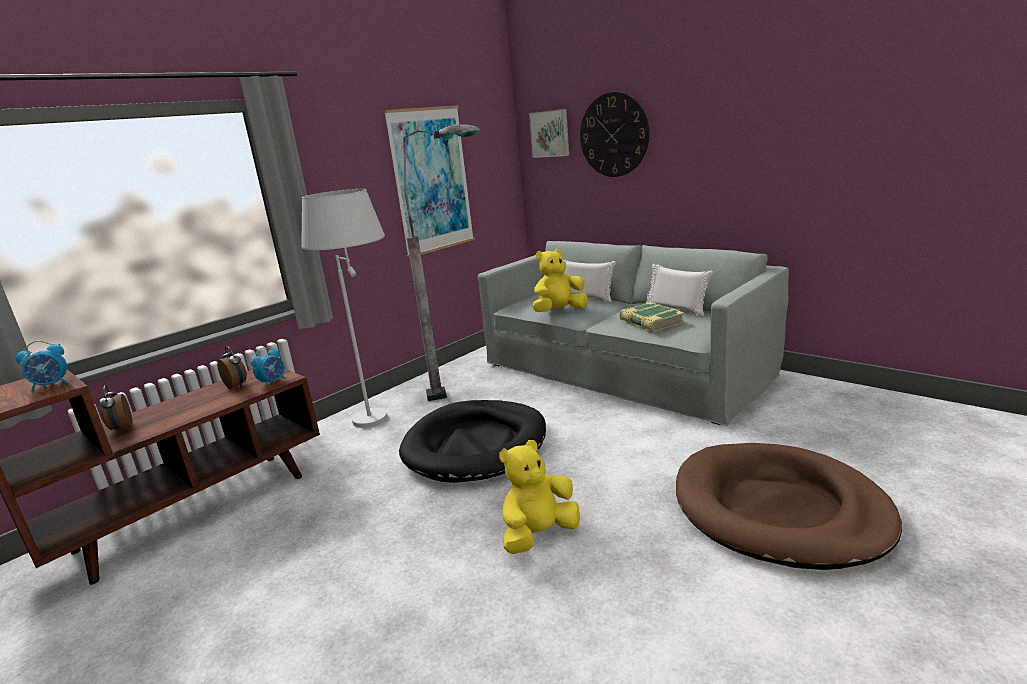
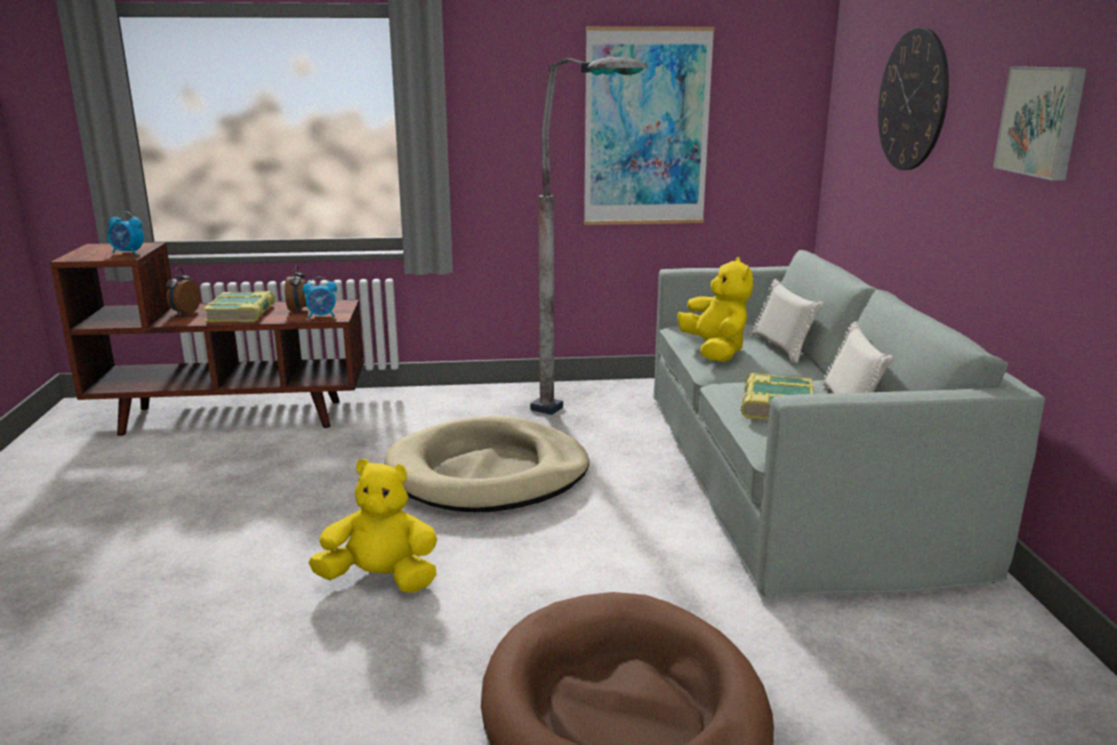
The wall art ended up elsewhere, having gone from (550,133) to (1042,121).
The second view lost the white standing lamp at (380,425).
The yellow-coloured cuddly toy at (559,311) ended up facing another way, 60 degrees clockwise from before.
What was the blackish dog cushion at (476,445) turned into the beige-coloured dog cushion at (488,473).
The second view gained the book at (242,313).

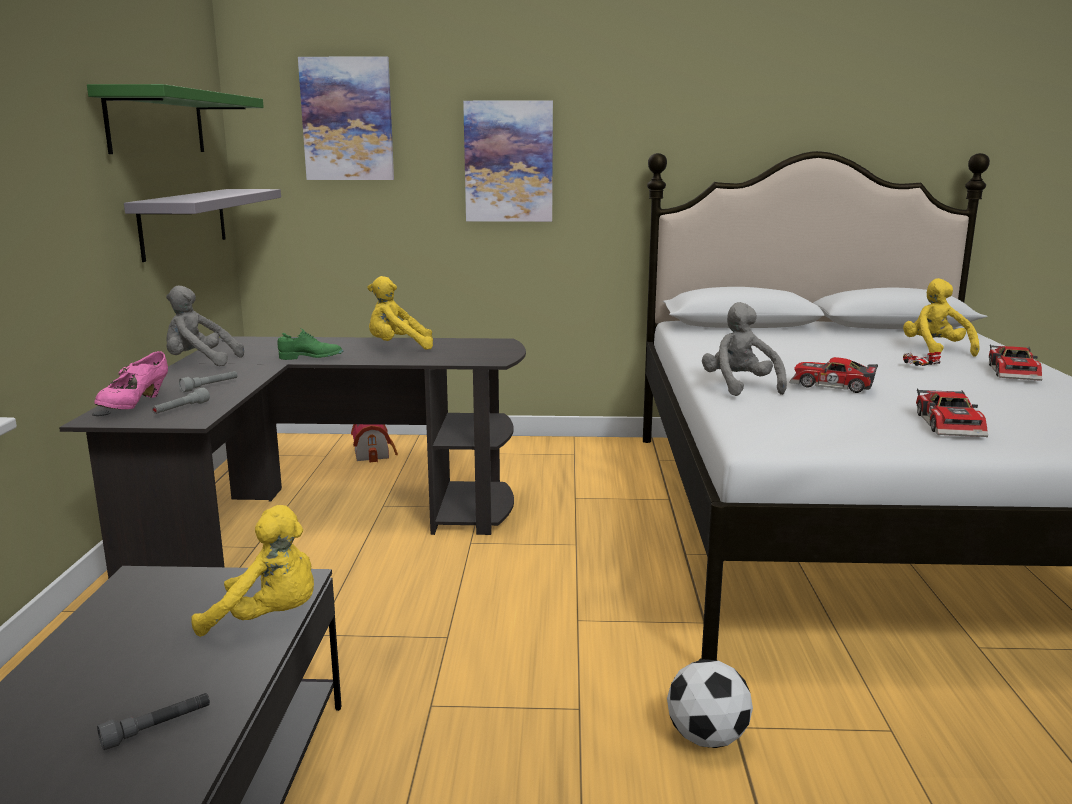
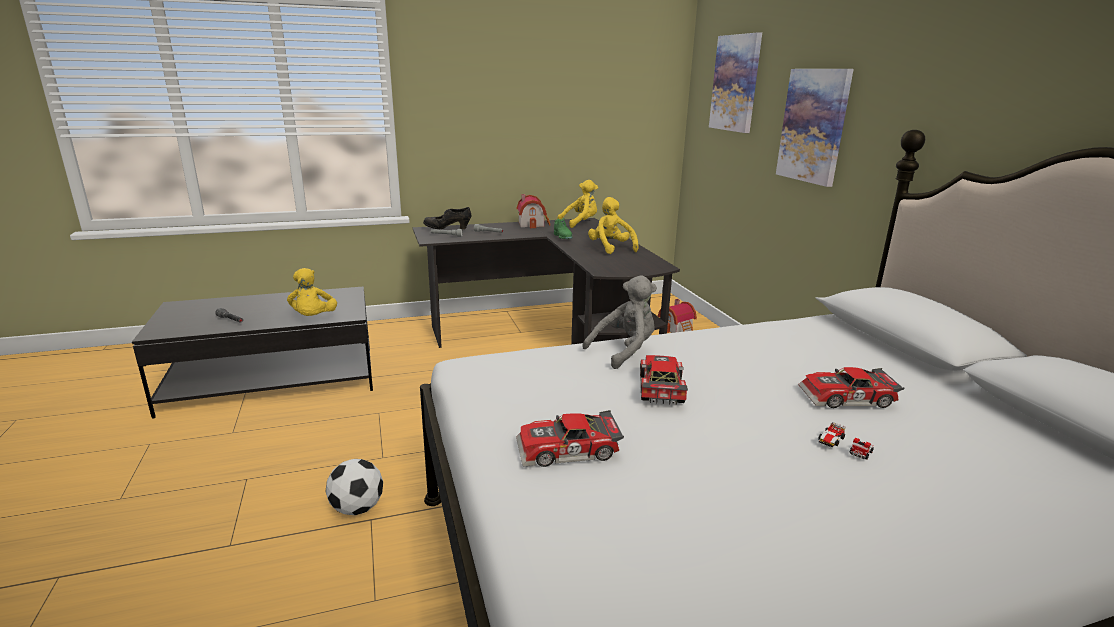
The second view lost the green-coloured wall shelf at (157,123).
The second view lost the grey wall shelf at (184,222).
The yellow-coloured cuddly toy ended up elsewhere, having gone from (935,350) to (580,223).
Where the grey cuddly toy stood at (199,362), the model house came to stand at (533,224).
The toy car ended up elsewhere, having gone from (1015,372) to (848,399).
What was the pink low shoe at (135,405) turned into the blackish low shoe at (447,229).

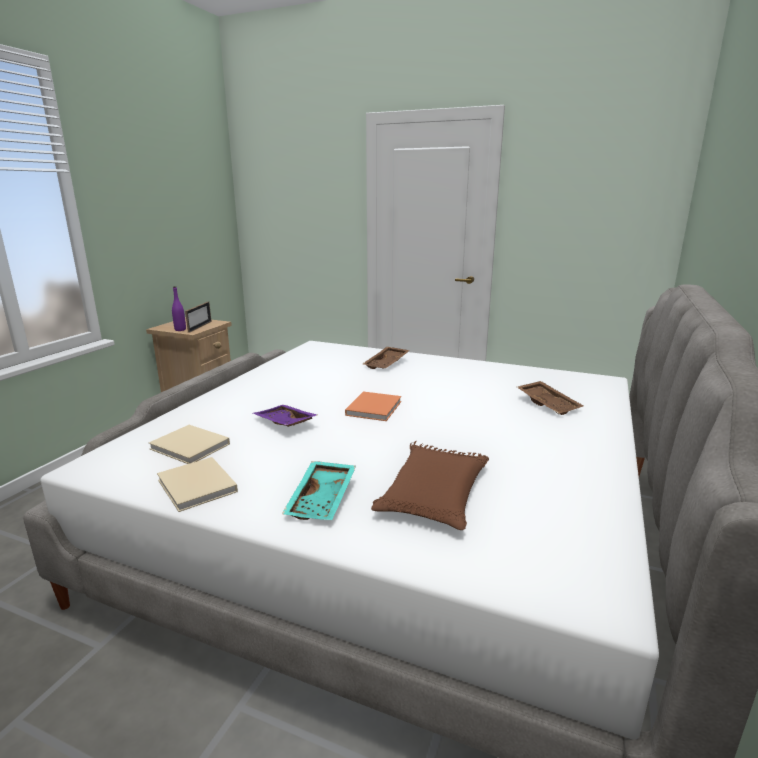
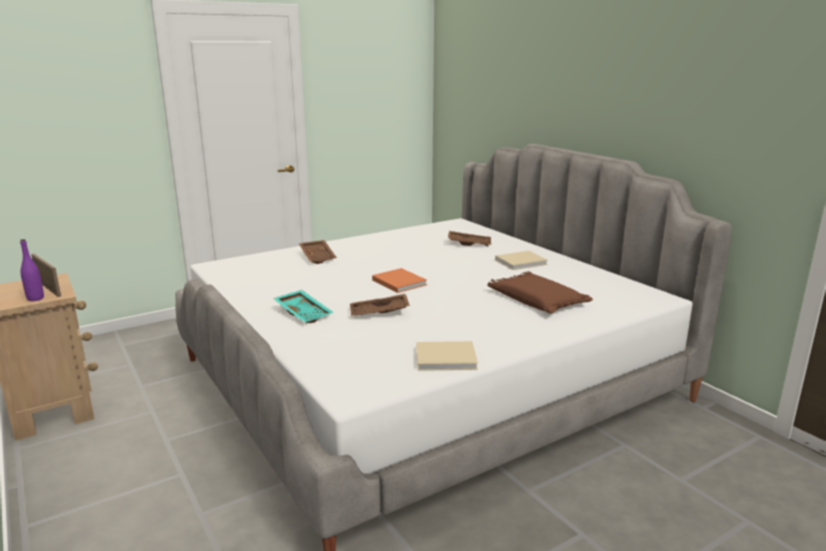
What was the purple-coloured serving tray at (284,423) turned into the brown-coloured serving tray at (379,313).
The beige-coloured book ended up elsewhere, having gone from (191,447) to (522,262).
The turquoise-coloured serving tray ended up elsewhere, having gone from (323,499) to (304,313).

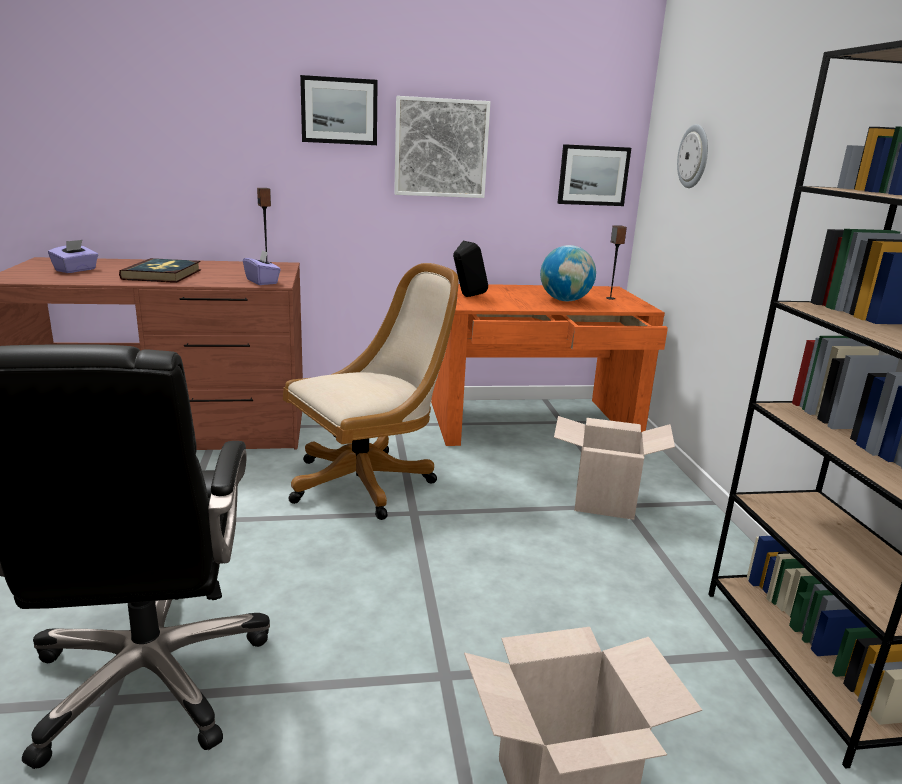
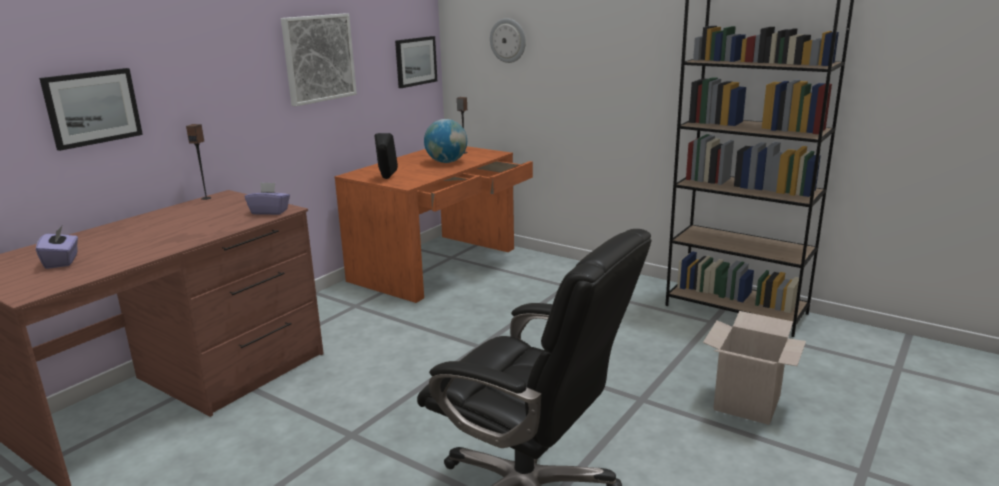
The wall art ended up elsewhere, having gone from (339,111) to (92,107).
The second view lost the book at (163,274).
The second view lost the office chair at (370,480).
The second view lost the packing box at (604,501).

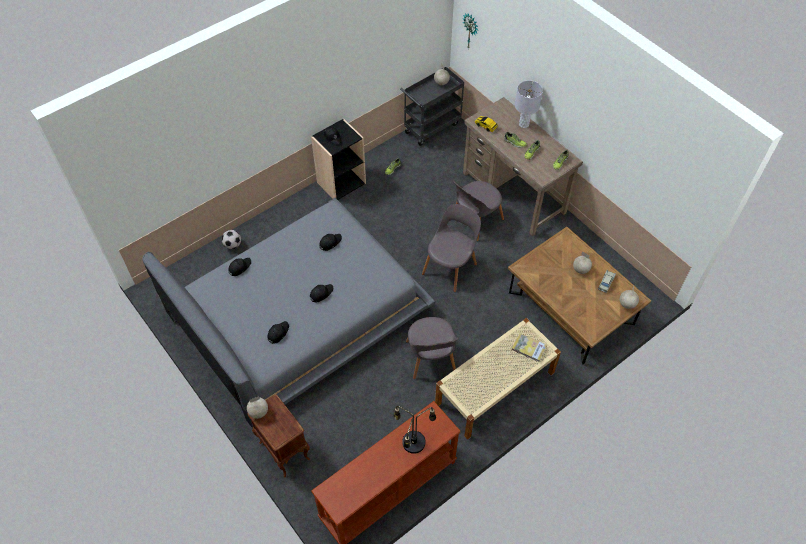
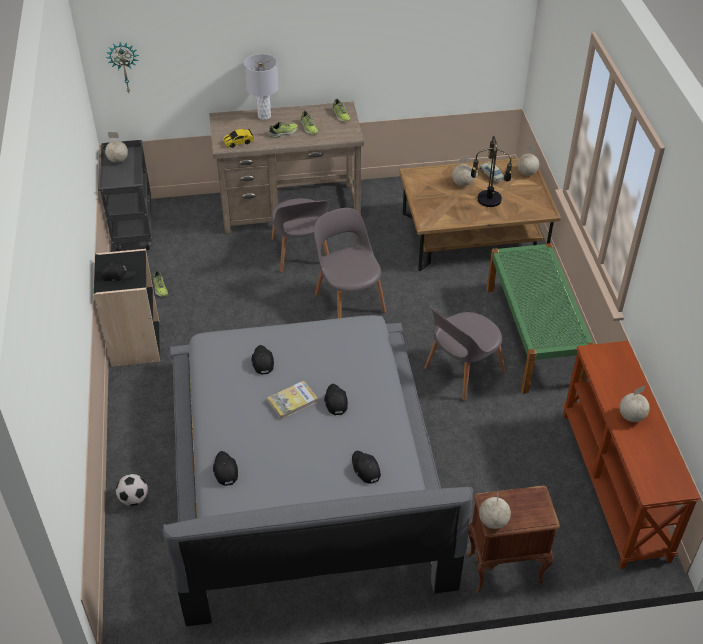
The grey plain chair at (430,359) ended up facing another way, 120 degrees clockwise from before.
What was the beige-coloured bench at (495,388) turned into the green-coloured bench at (534,335).
The book ended up elsewhere, having gone from (529,348) to (292,401).
The table lamp ended up elsewhere, having gone from (413,442) to (488,199).
The second view gained the globe at (631,416).

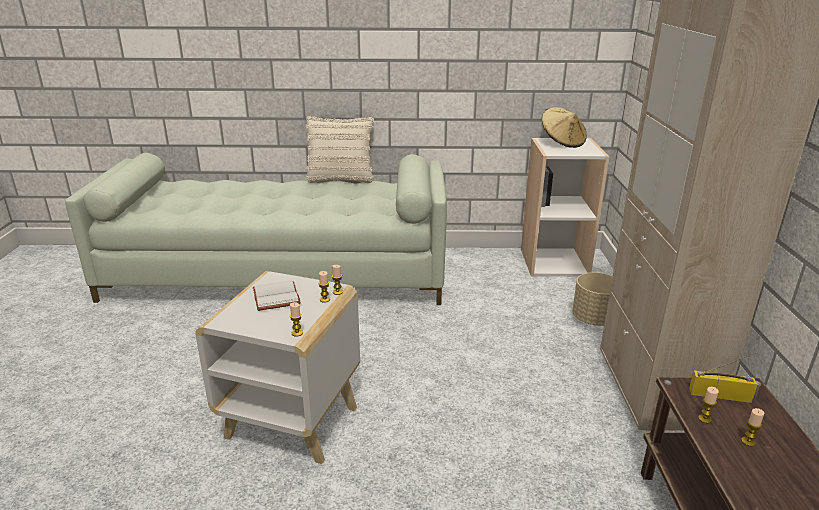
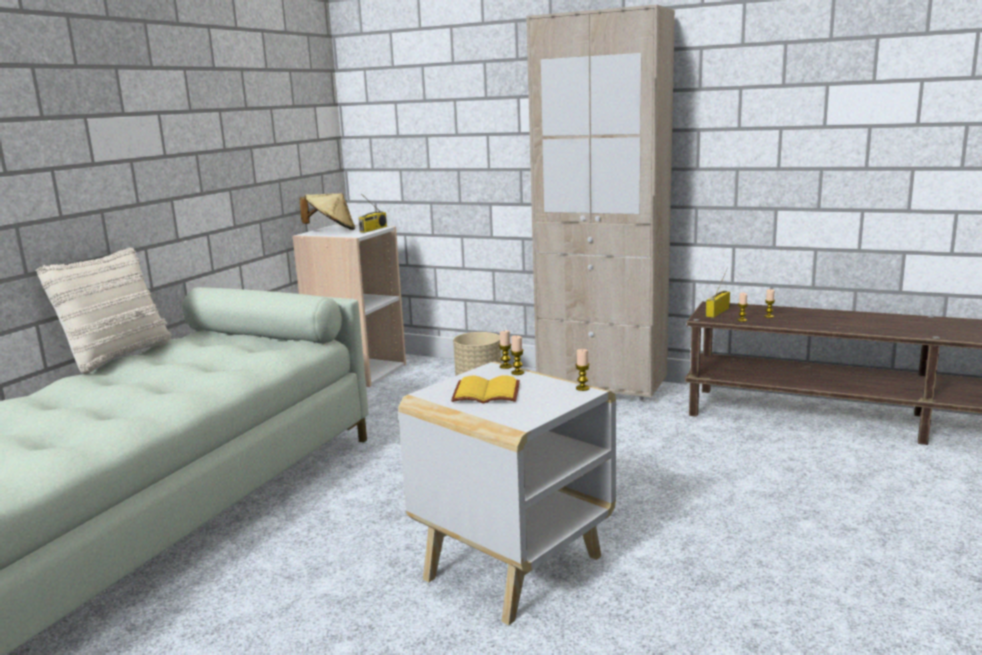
What was the white book at (278,297) turned into the yellow-coloured book at (487,392).
The second view gained the radio set at (373,229).

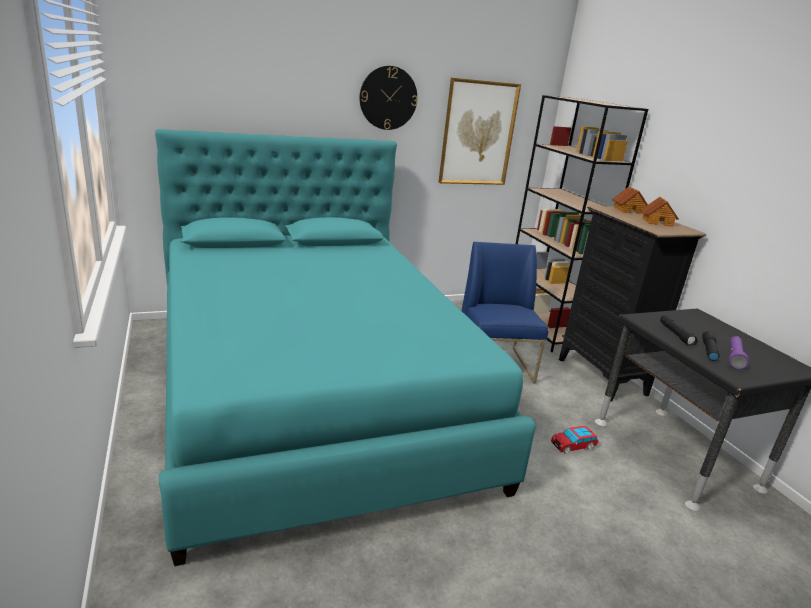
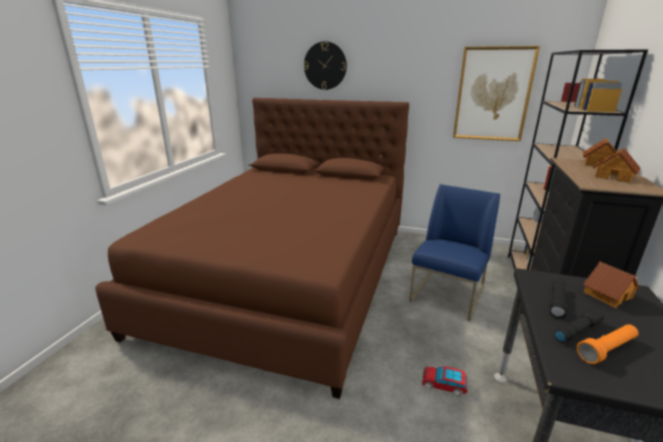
The hanging clock ended up elsewhere, having gone from (388,98) to (325,66).
What was the turquoise-coloured bedroom bed at (312,391) turned into the brown-coloured bedroom bed at (290,274).
What was the purple-coloured hand torch at (734,358) turned into the orange-coloured hand torch at (607,349).
The second view gained the model house at (607,295).

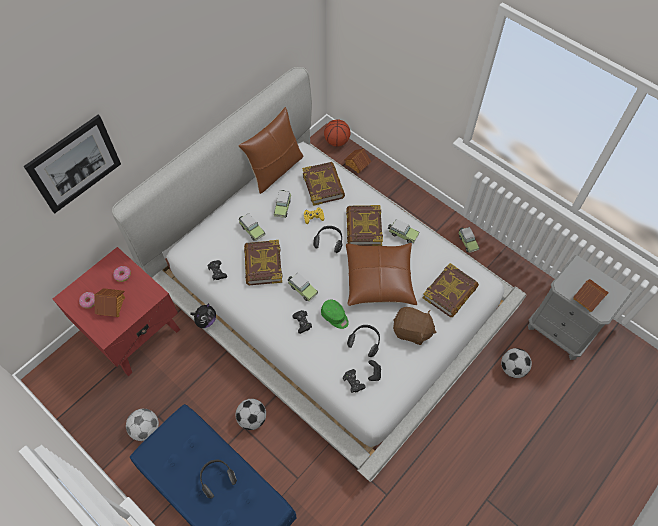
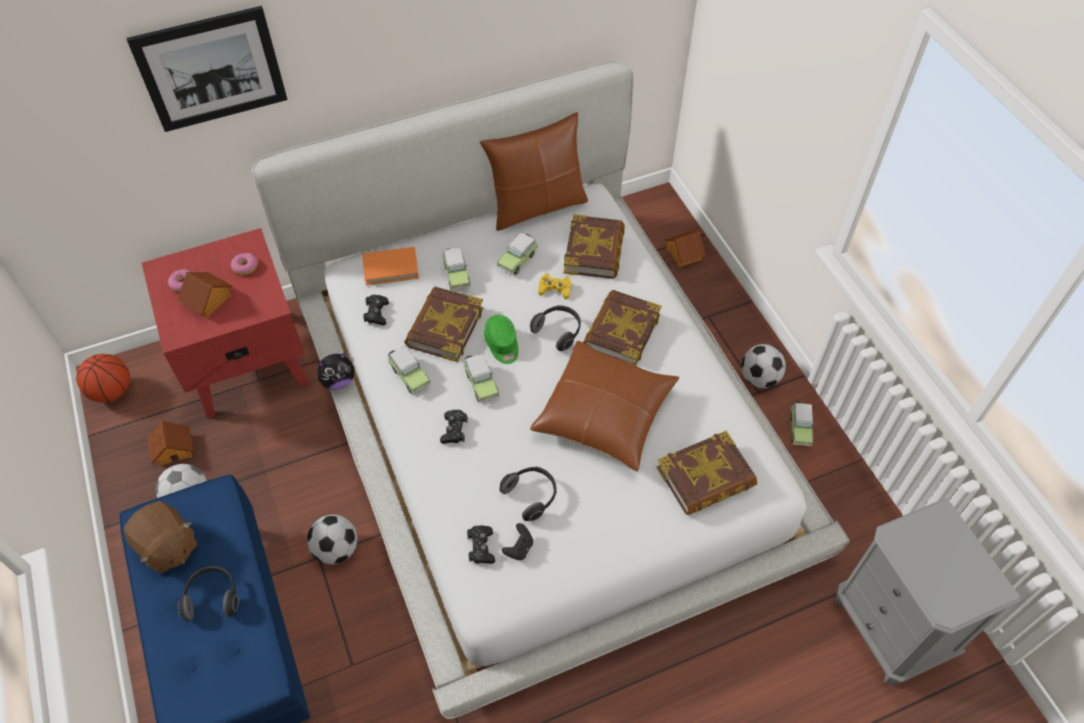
The basketball ball ended up elsewhere, having gone from (337,142) to (112,391).
The toy car ended up elsewhere, having gone from (402,234) to (409,375).
The model house ended up elsewhere, having gone from (588,298) to (174,449).
The green-coloured peaked cap ended up elsewhere, having gone from (335,317) to (502,345).
The brown-coloured cuddly toy ended up elsewhere, having gone from (412,331) to (167,547).
The ball for football ended up elsewhere, having gone from (512,368) to (759,379).
The second view gained the orange-coloured book at (390,268).

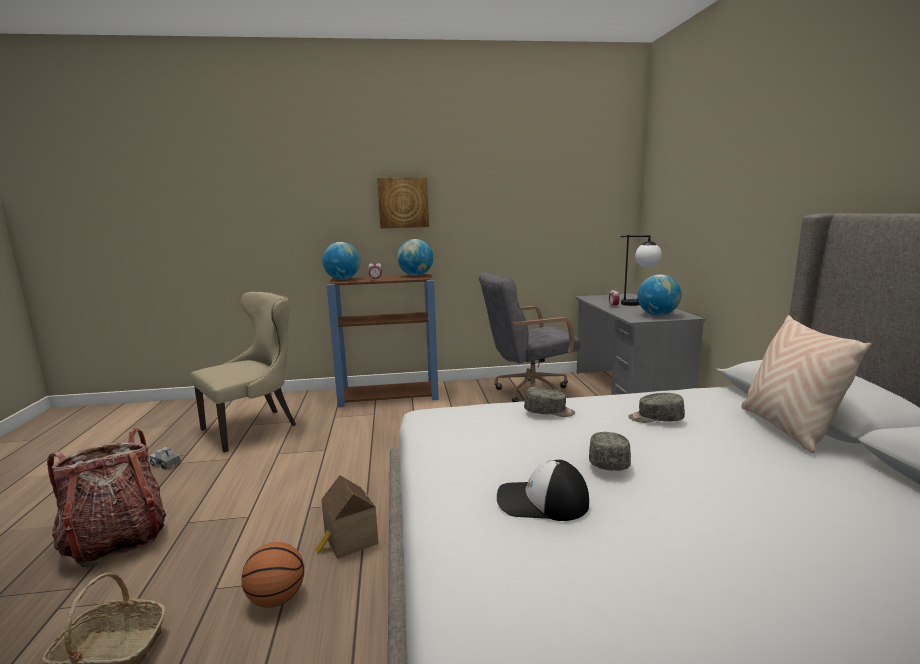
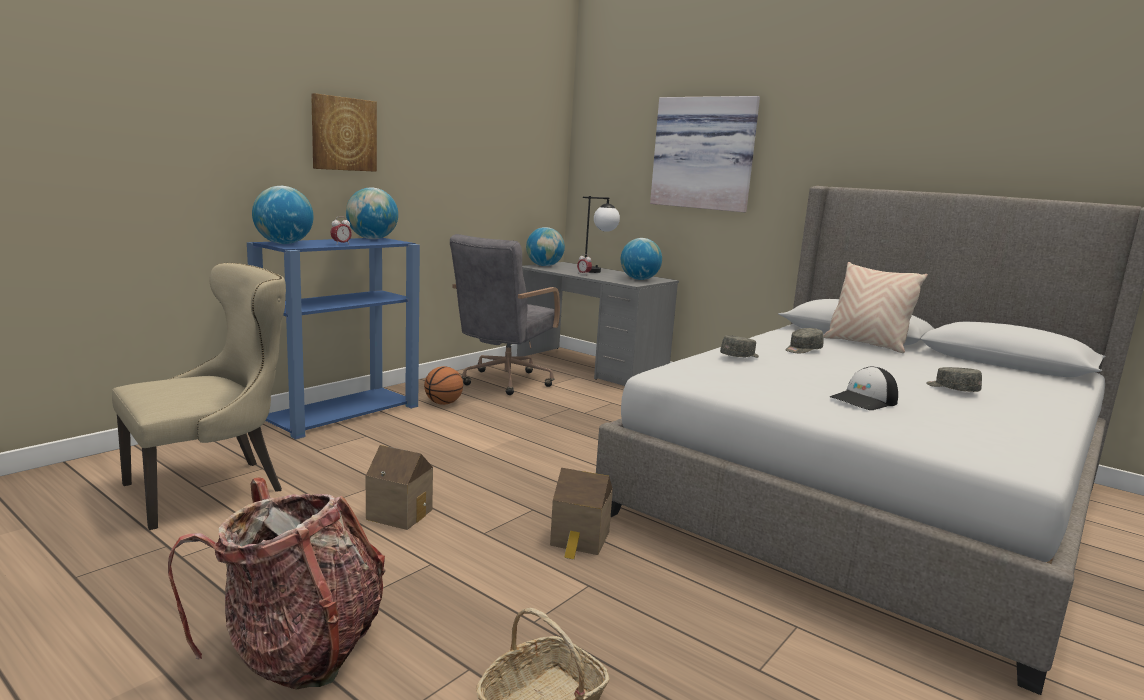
What was the brown-coloured bookcase at (389,394) turned into the blue bookcase at (341,412).
The beige-coloured plain chair at (254,427) ended up facing another way, 45 degrees clockwise from before.
The grey peaked cap ended up elsewhere, having gone from (608,461) to (952,389).
The second view lost the toy truck at (166,464).
The basketball ball ended up elsewhere, having gone from (277,598) to (443,403).
The second view gained the wall art at (704,153).
The second view gained the globe at (544,266).
The second view gained the model house at (401,513).

